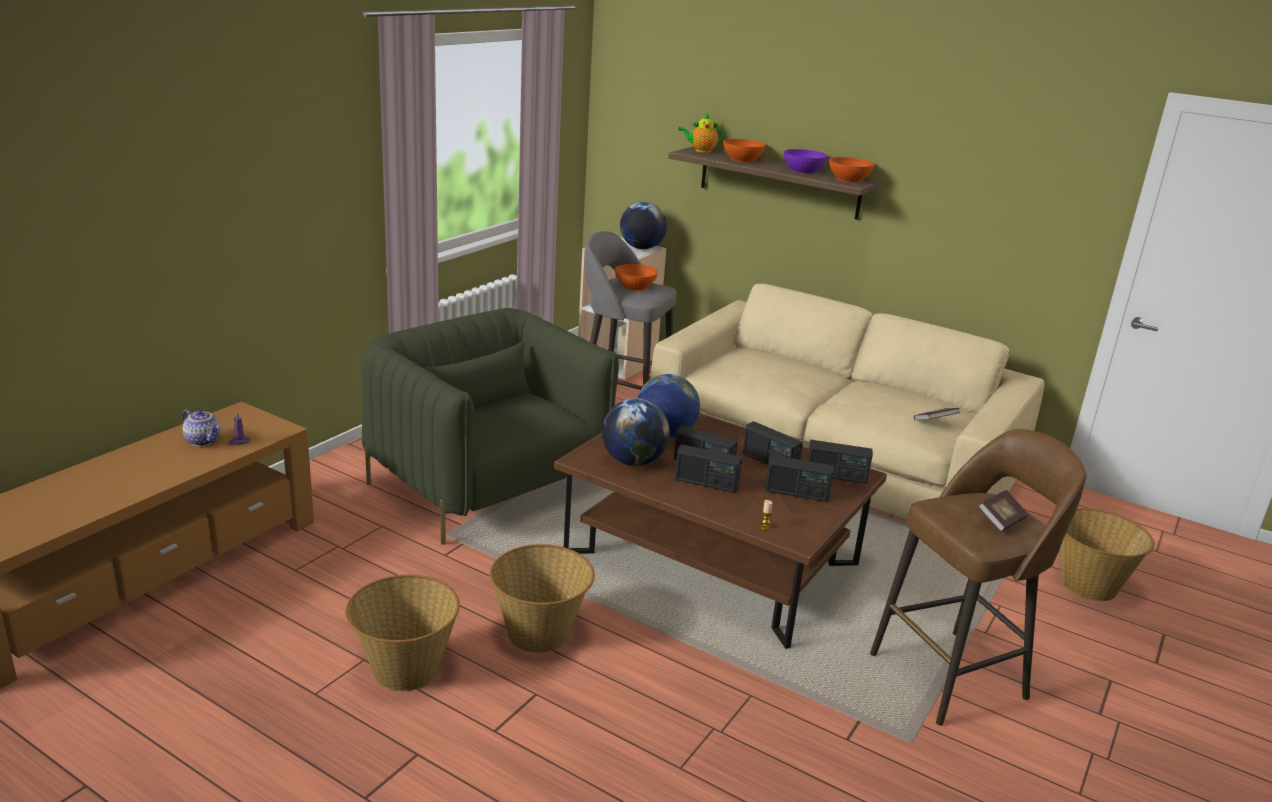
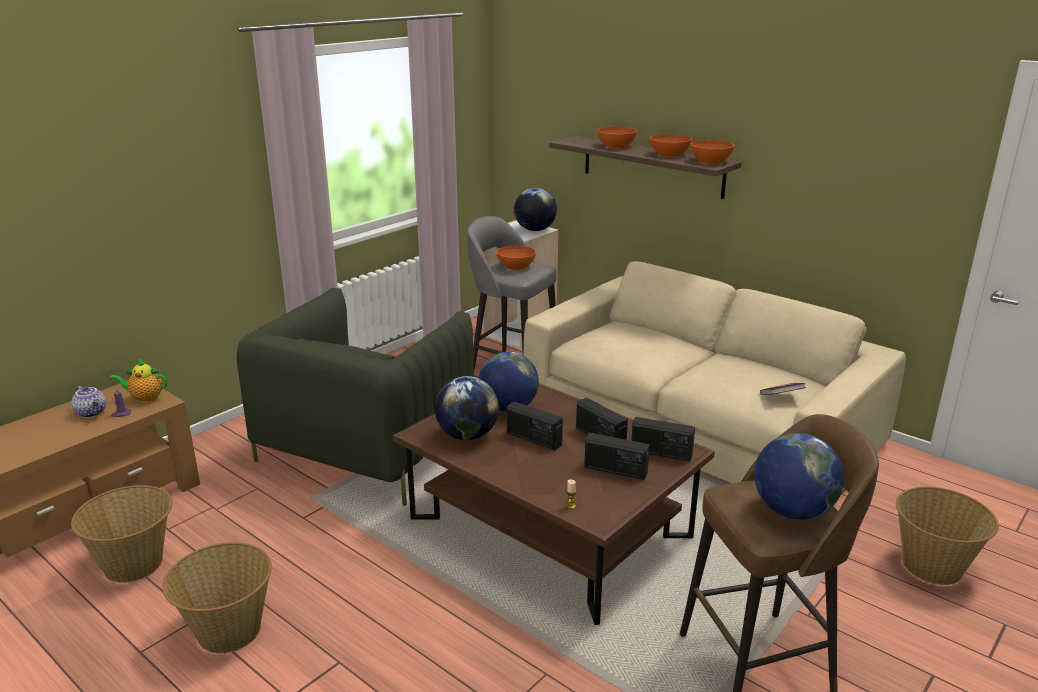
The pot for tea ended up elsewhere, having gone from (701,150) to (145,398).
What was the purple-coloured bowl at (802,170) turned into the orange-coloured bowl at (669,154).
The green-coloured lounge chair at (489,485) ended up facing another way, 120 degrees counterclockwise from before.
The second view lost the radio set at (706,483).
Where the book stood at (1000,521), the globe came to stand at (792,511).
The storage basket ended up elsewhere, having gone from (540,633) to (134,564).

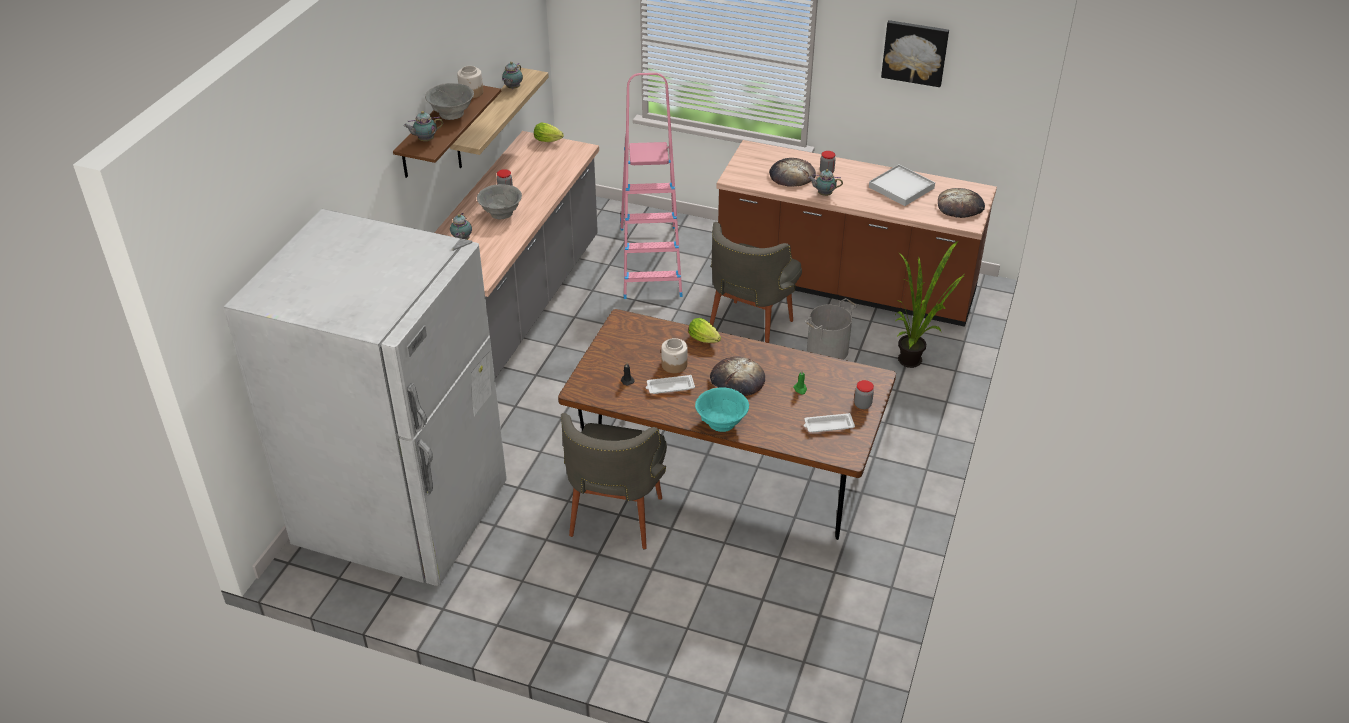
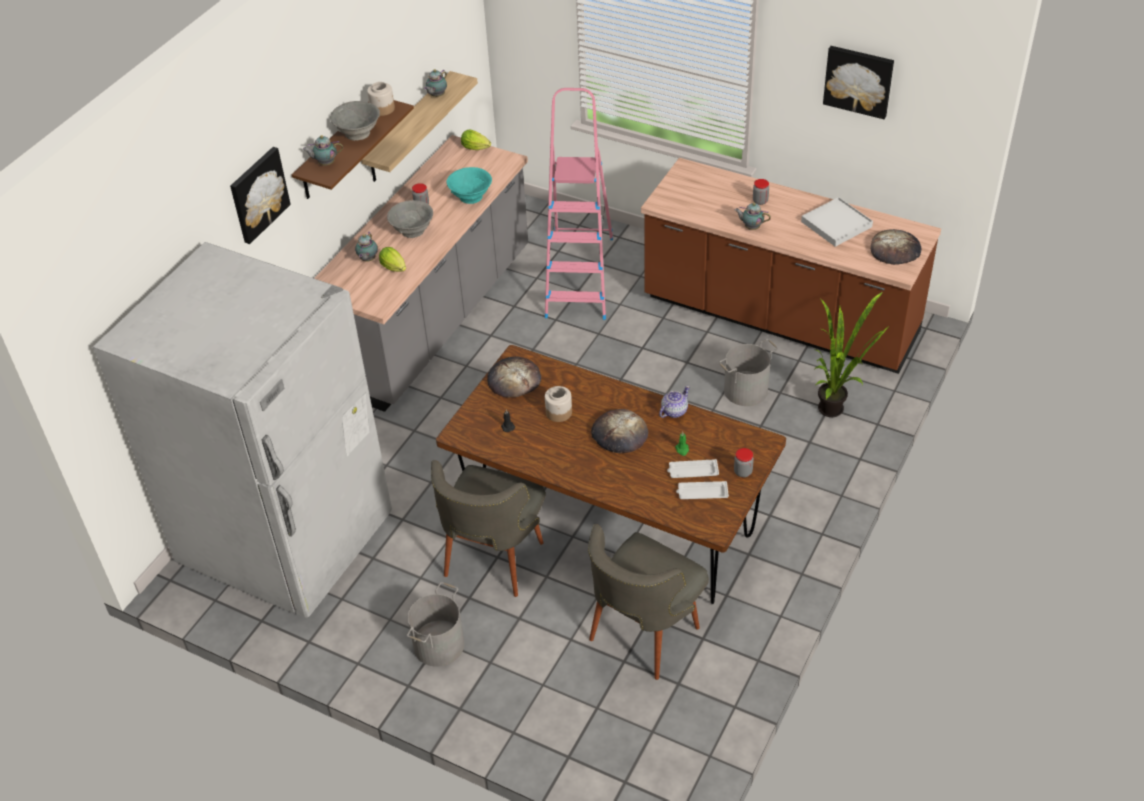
The bread ended up elsewhere, having gone from (792,175) to (514,379).
The grey plain chair ended up elsewhere, having gone from (751,327) to (645,633).
The lettuce head ended up elsewhere, having gone from (705,340) to (395,269).
The white serving tray ended up elsewhere, having gone from (669,387) to (692,471).
The turquoise-coloured bowl ended up elsewhere, having gone from (721,422) to (470,197).
The second view gained the wall art at (258,194).
The second view gained the pot for tea at (673,411).
The second view gained the grey pail at (438,644).

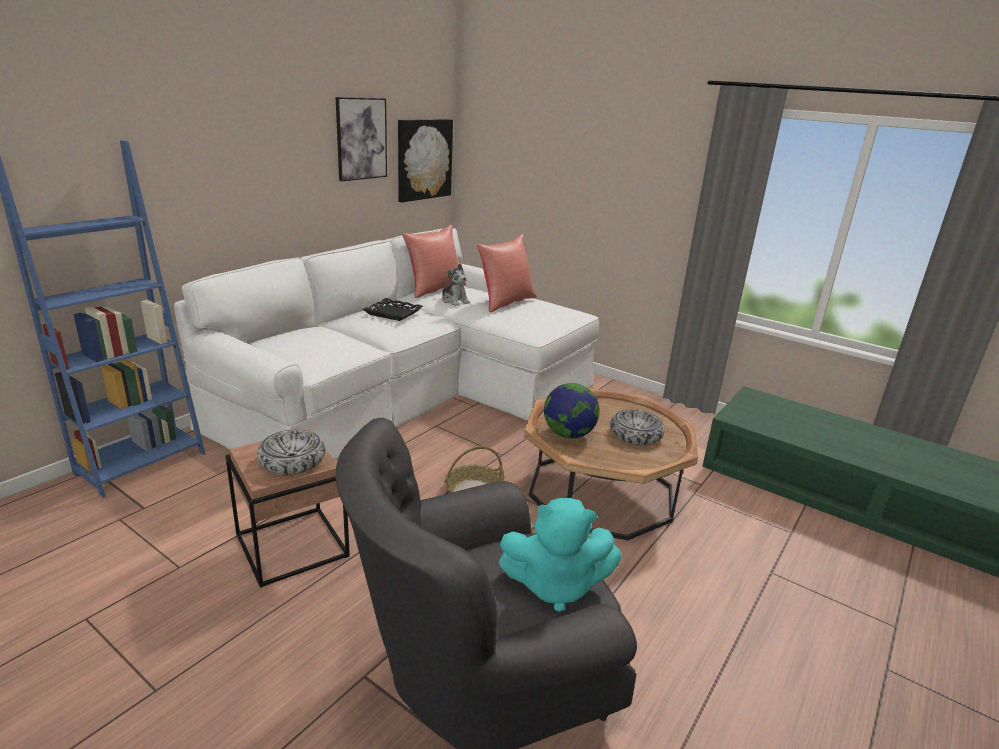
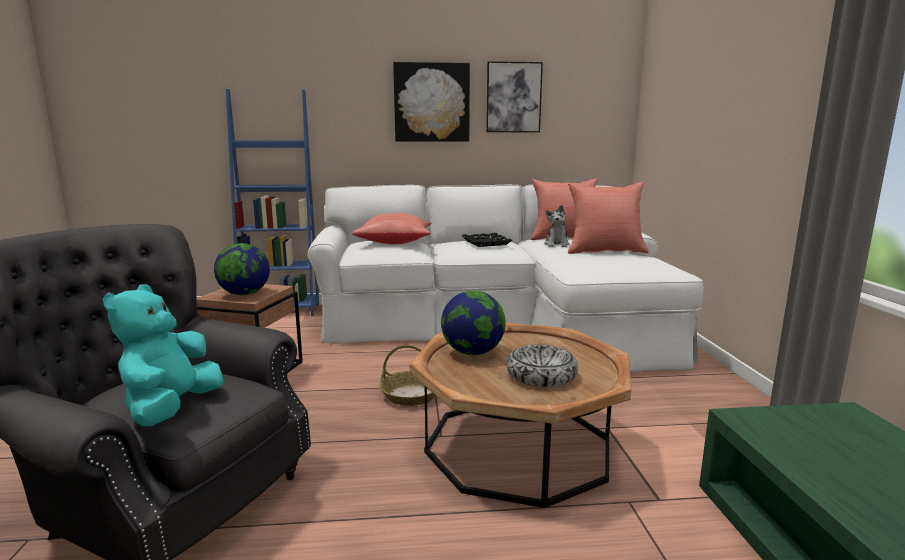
The wall art ended up elsewhere, having gone from (424,159) to (431,103).
Where the bowl stood at (292,460), the globe came to stand at (244,294).
The turquoise-coloured cuddly toy at (555,585) ended up facing another way, 45 degrees clockwise from before.
The second view gained the red pillow at (395,242).

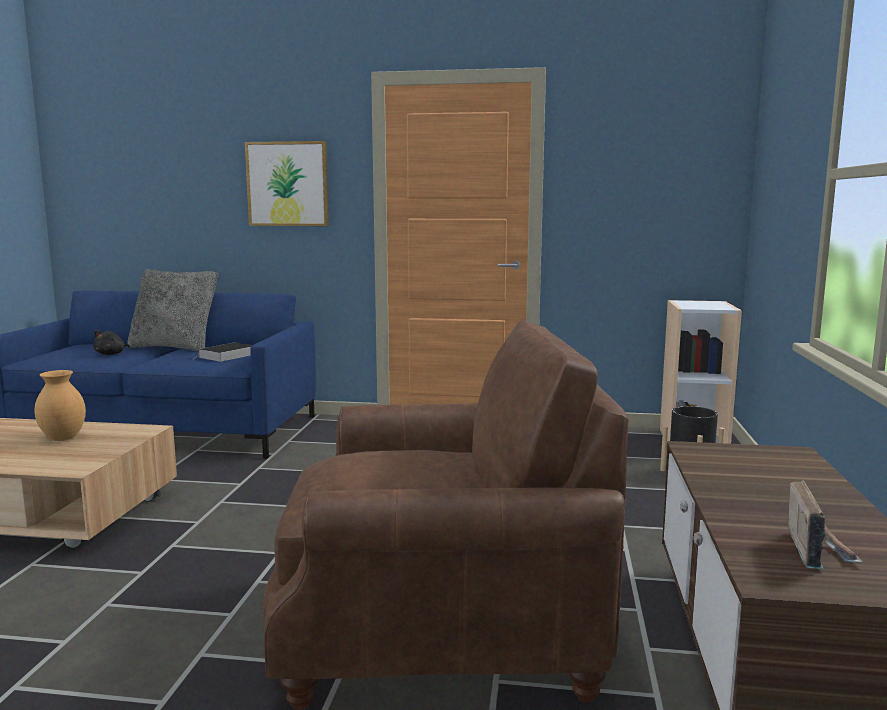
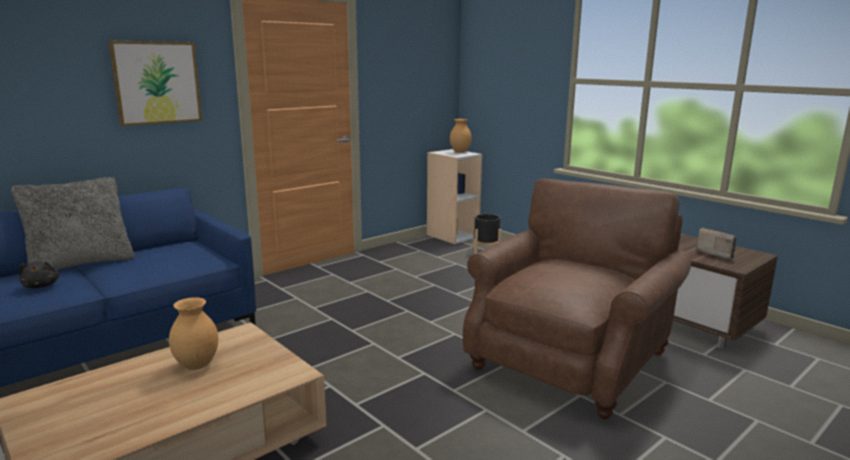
The second view lost the book at (227,356).
The second view gained the brown-coloured vase at (459,152).

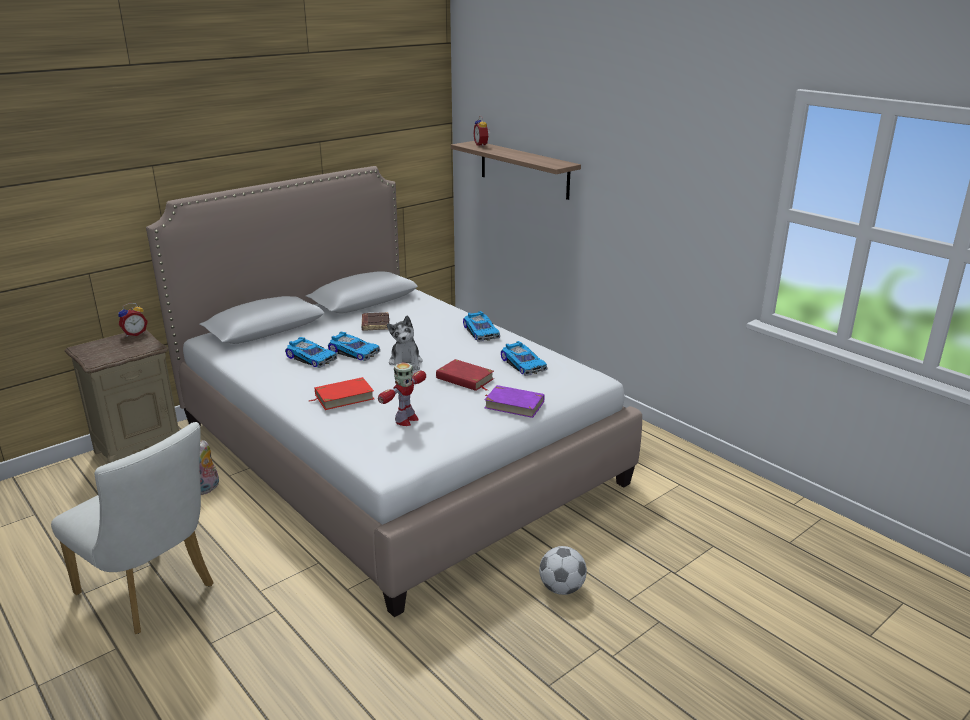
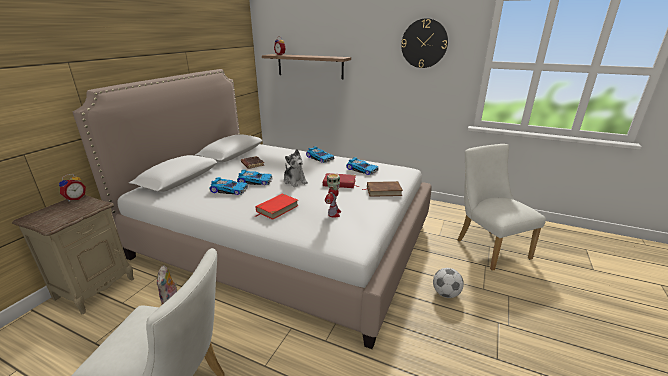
What was the purple-coloured book at (514,404) turned into the brown-coloured book at (383,191).
The second view gained the hanging clock at (424,43).
The second view gained the white plain chair at (488,246).

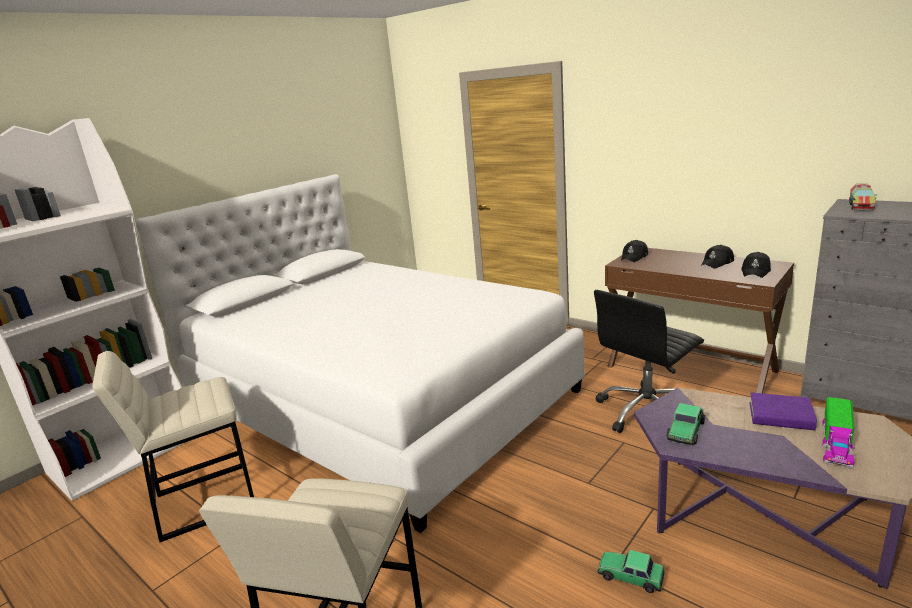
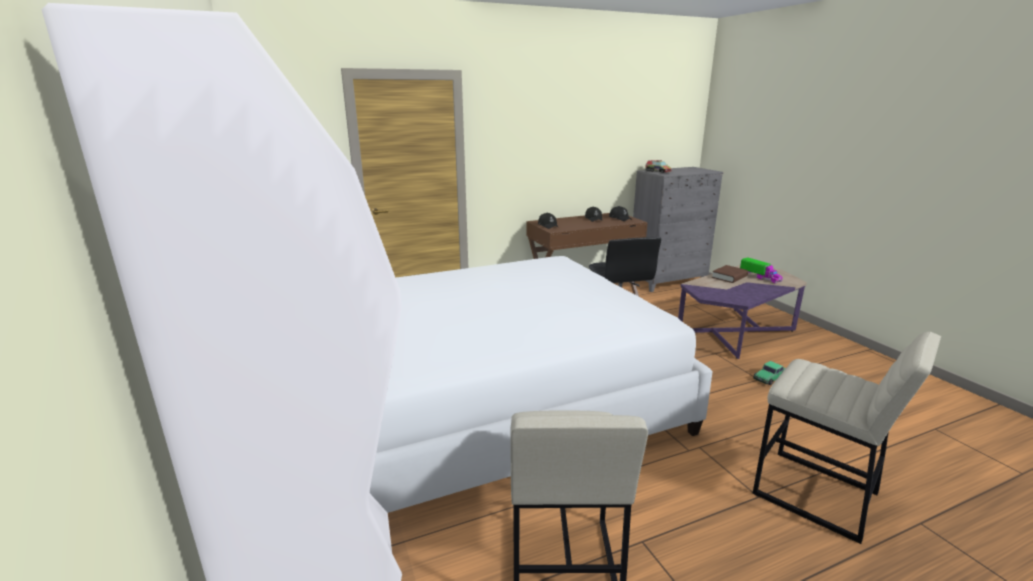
What was the purple-coloured book at (780,416) turned into the brown-coloured book at (729,277).
The second view lost the toy car at (685,430).

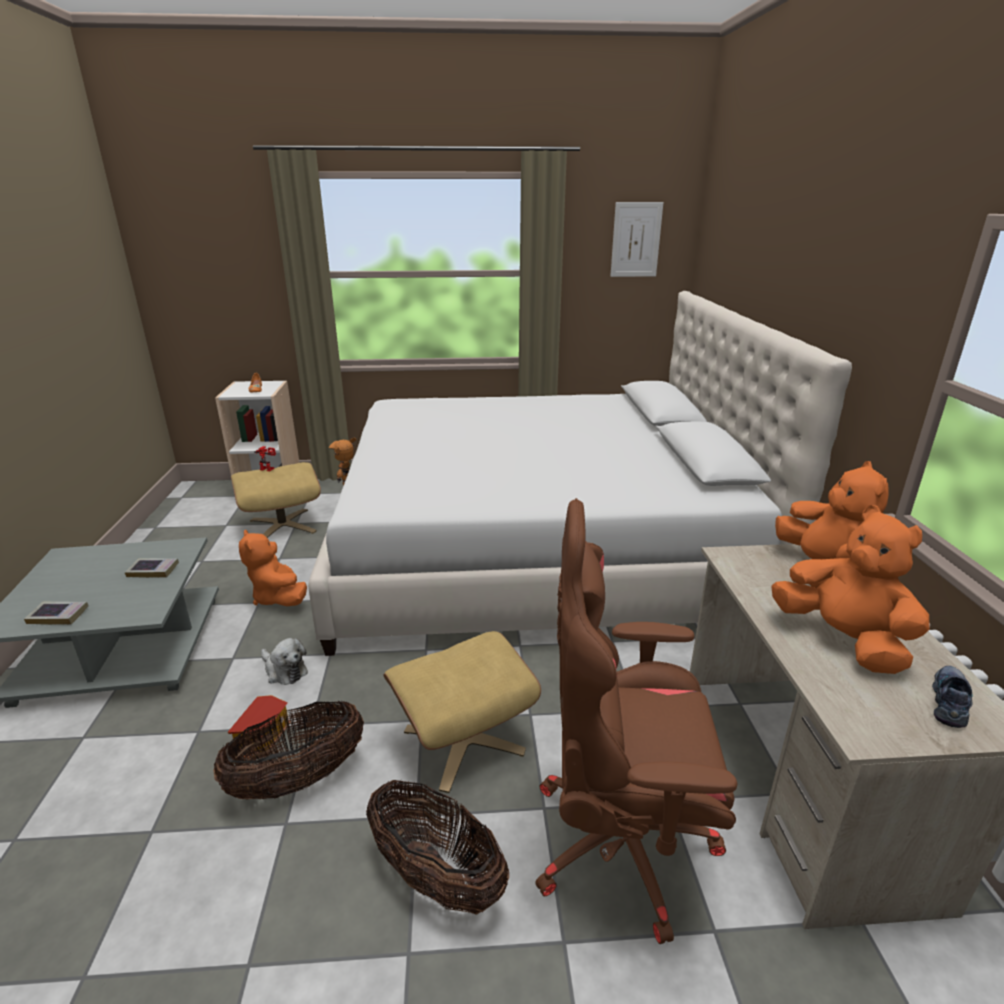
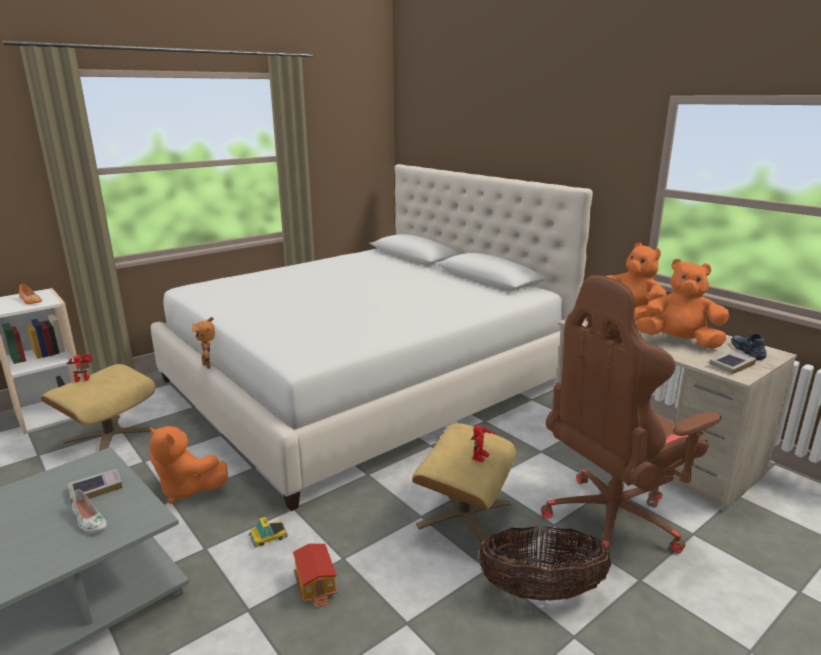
The second view lost the wall art at (636,240).
The book ended up elsewhere, having gone from (58,616) to (731,365).
Where the cuddly toy stood at (284,670), the toy car came to stand at (268,535).
The second view lost the storage basket at (298,779).
The second view gained the model robot at (482,458).
The second view gained the white low shoe at (88,520).

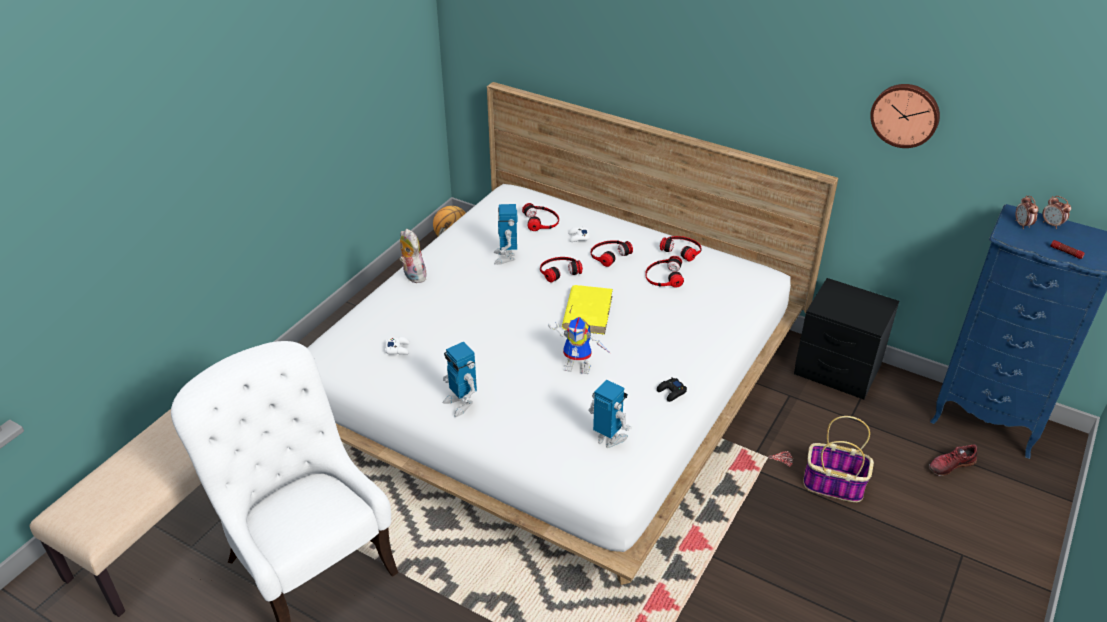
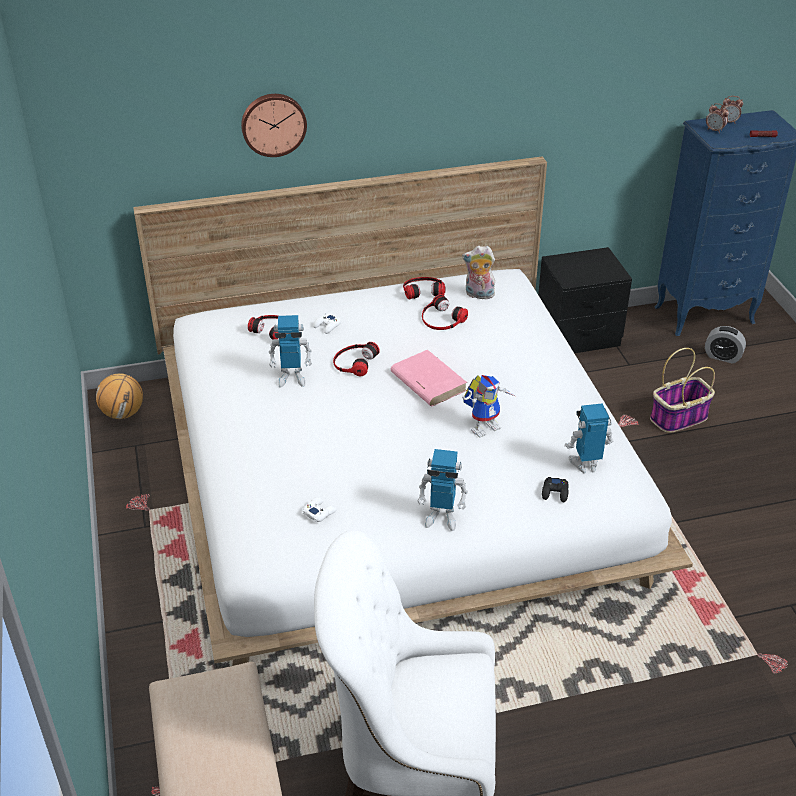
The hanging clock ended up elsewhere, having gone from (905,114) to (273,124).
The model robot at (506,257) ended up facing another way, 45 degrees counterclockwise from before.
The cuddly toy ended up elsewhere, having gone from (412,275) to (478,295).
The second view lost the headset at (609,254).
What was the yellow-coloured book at (587,312) turned into the pink book at (427,381).
The blackish joypad ended up elsewhere, having gone from (671,392) to (555,492).
Where the low shoe stood at (950,465), the bedside clock came to stand at (722,357).

